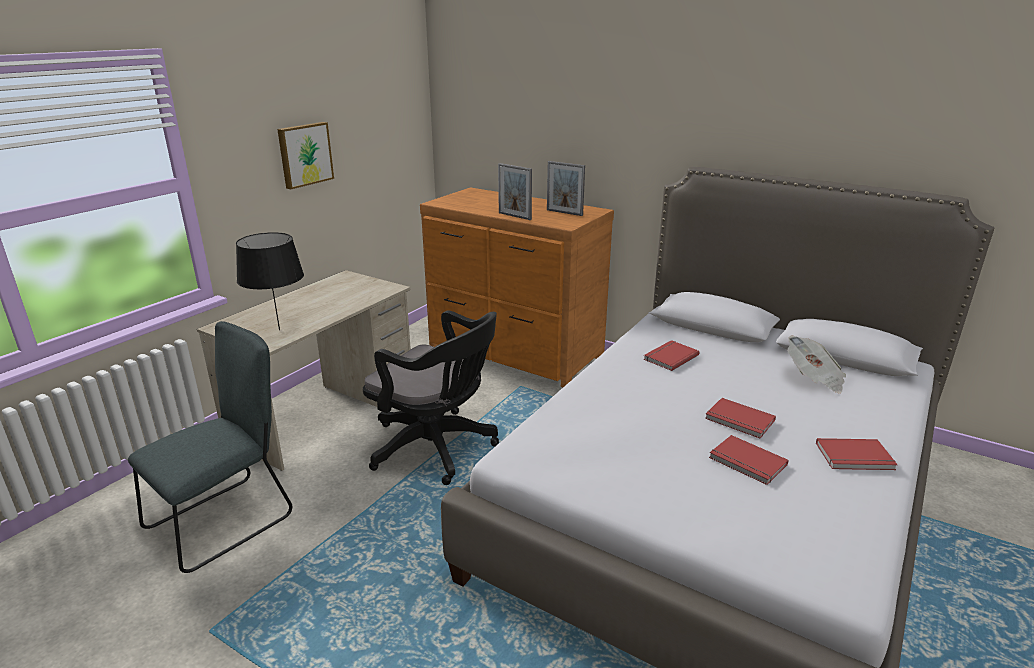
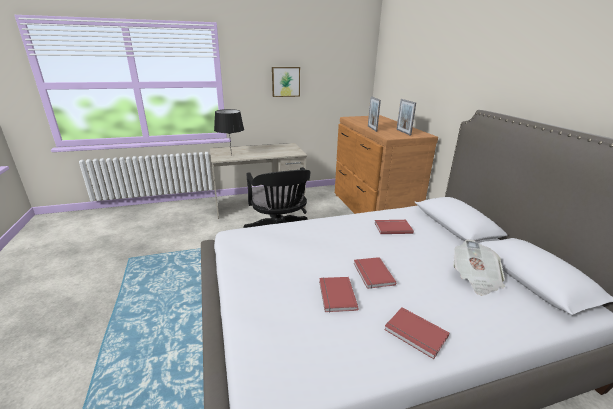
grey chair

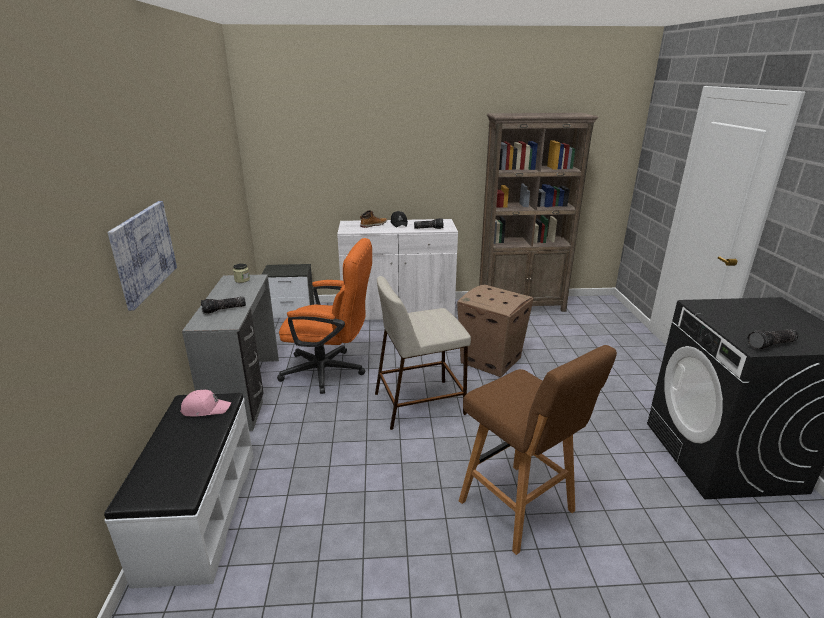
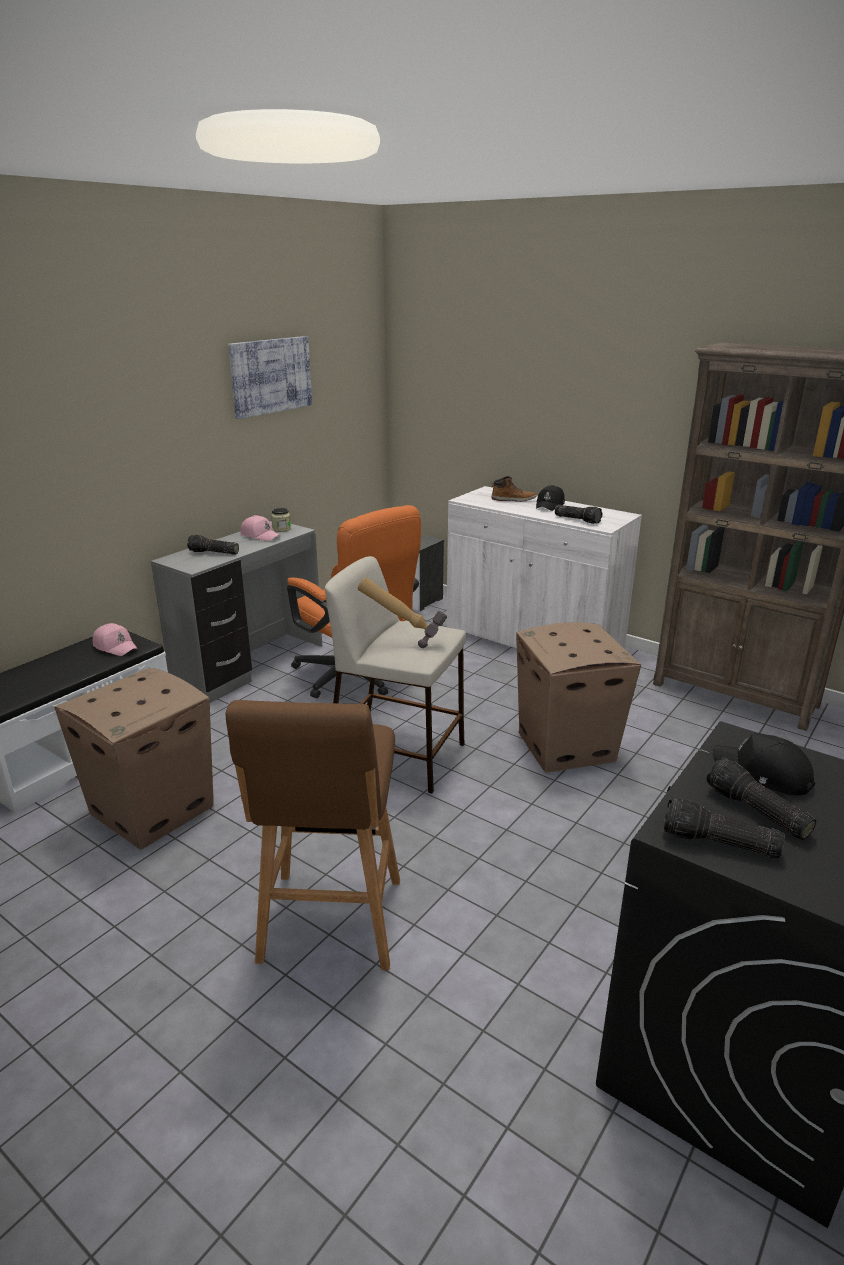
cardboard box (1st from left); pink cap (2nd from left); hammer; flashlight (4th from left); black cap (2nd from left); picture

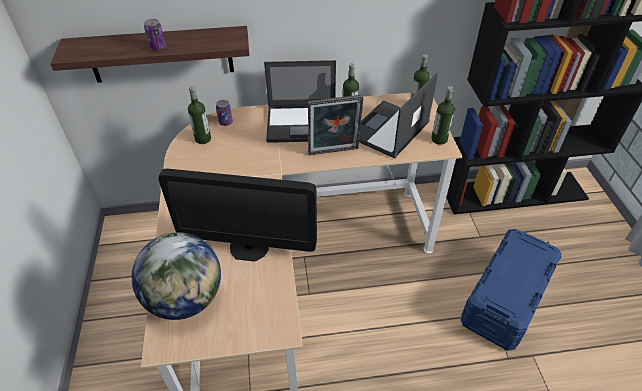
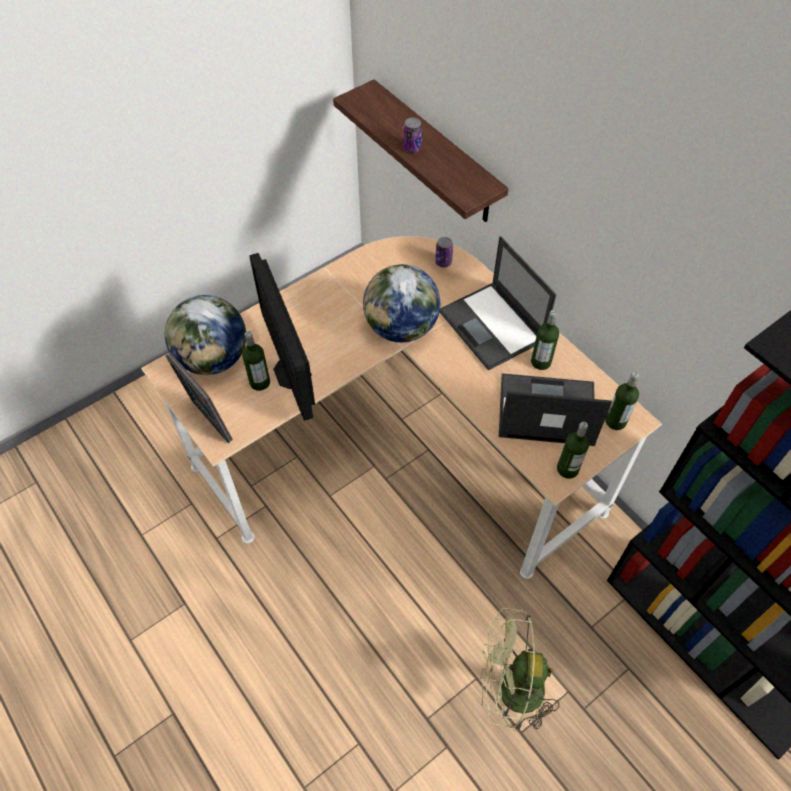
globe (2nd from left); bottle (1st from left); picture frame; green fan

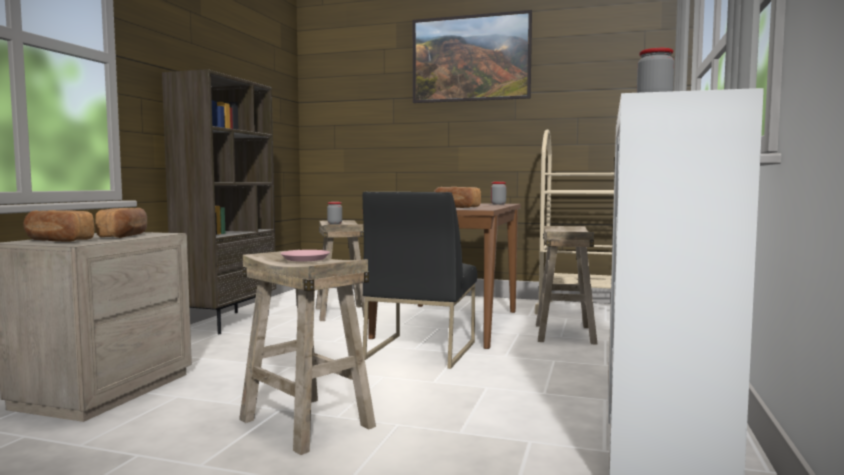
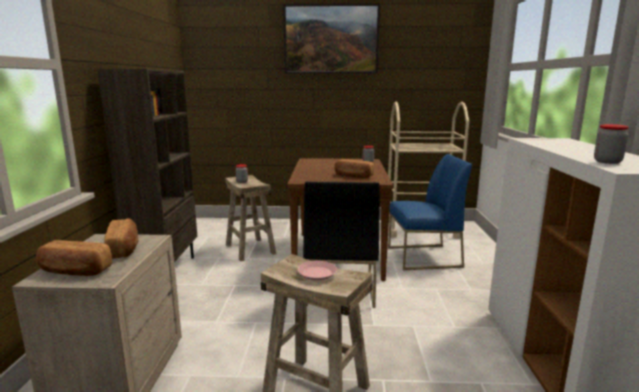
blue chair

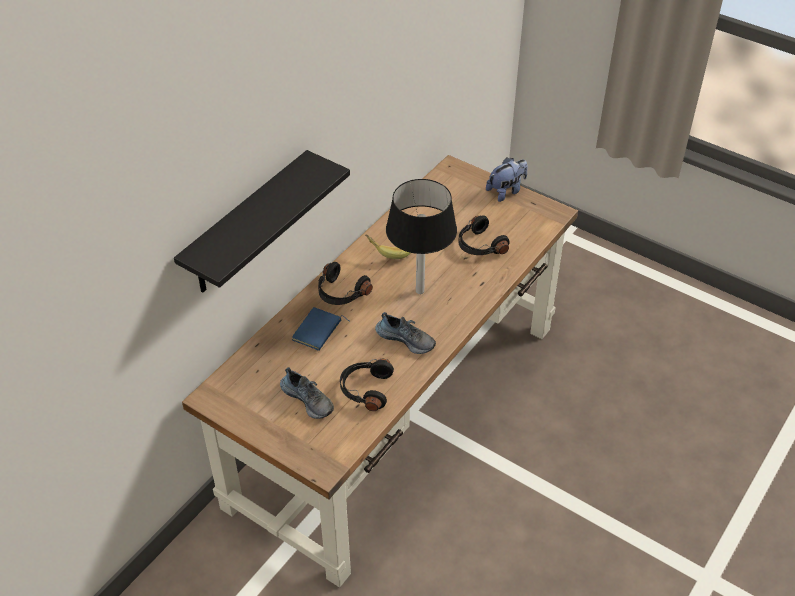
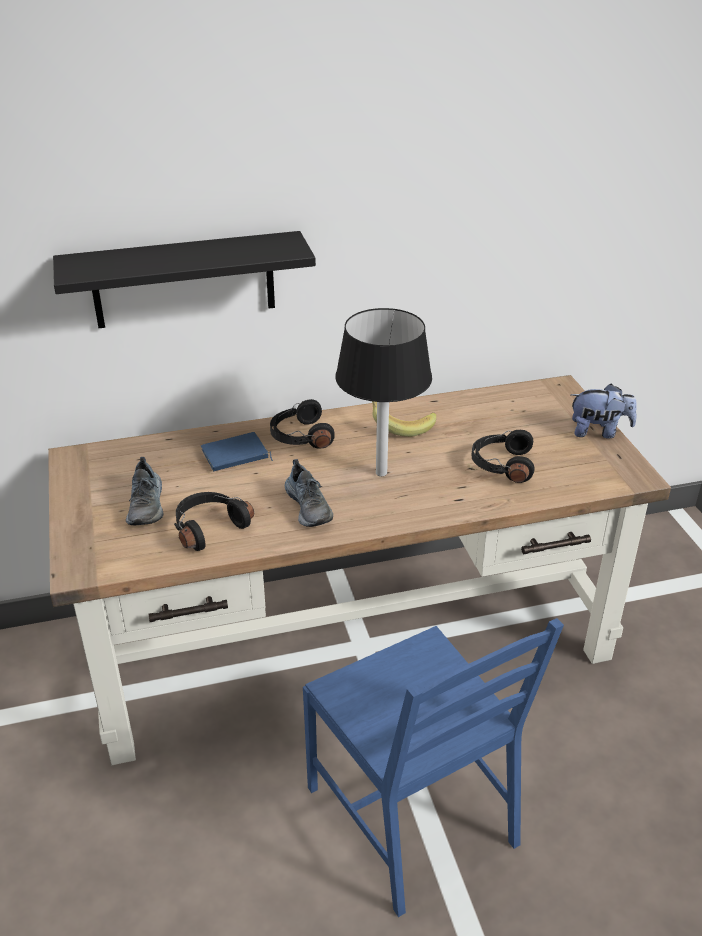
blue chair

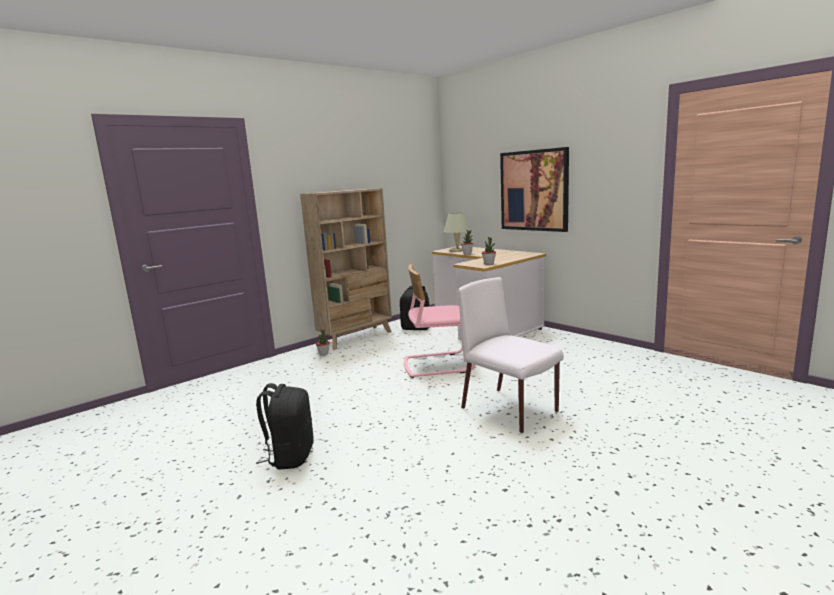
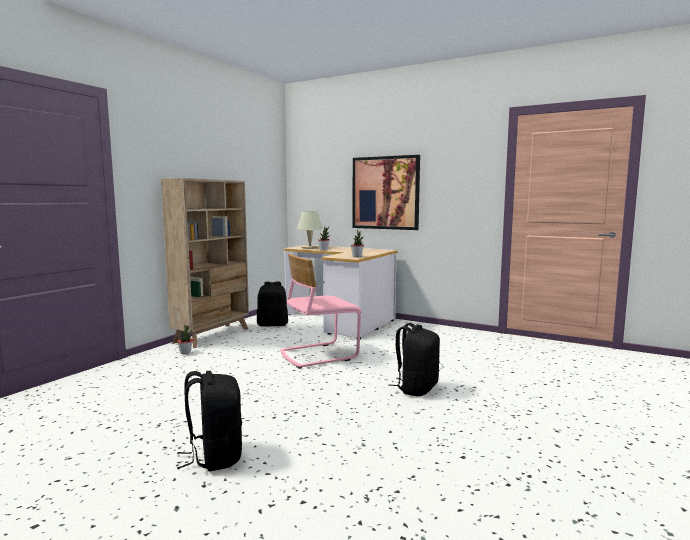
black backpack (3rd from left)

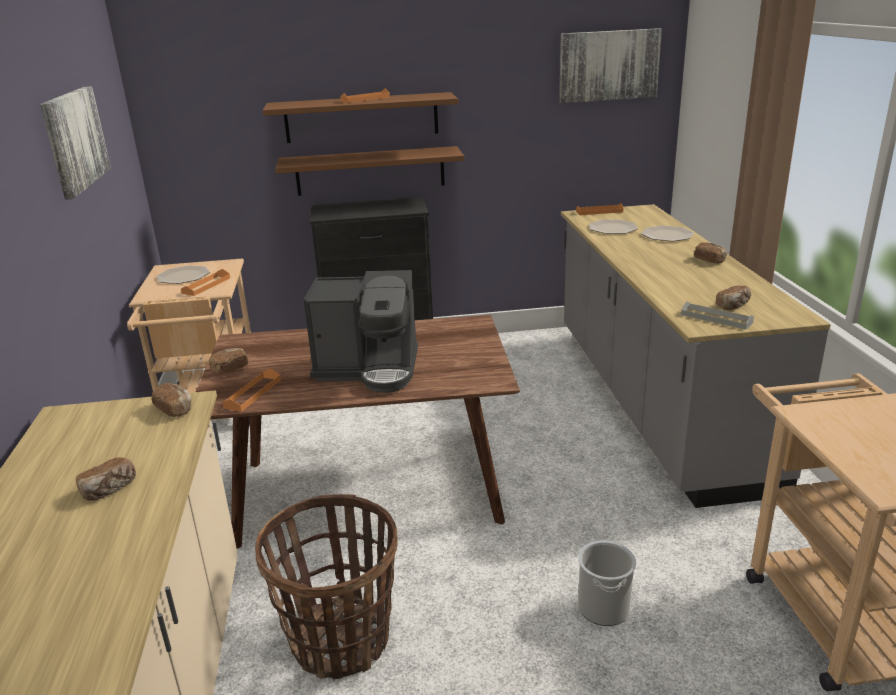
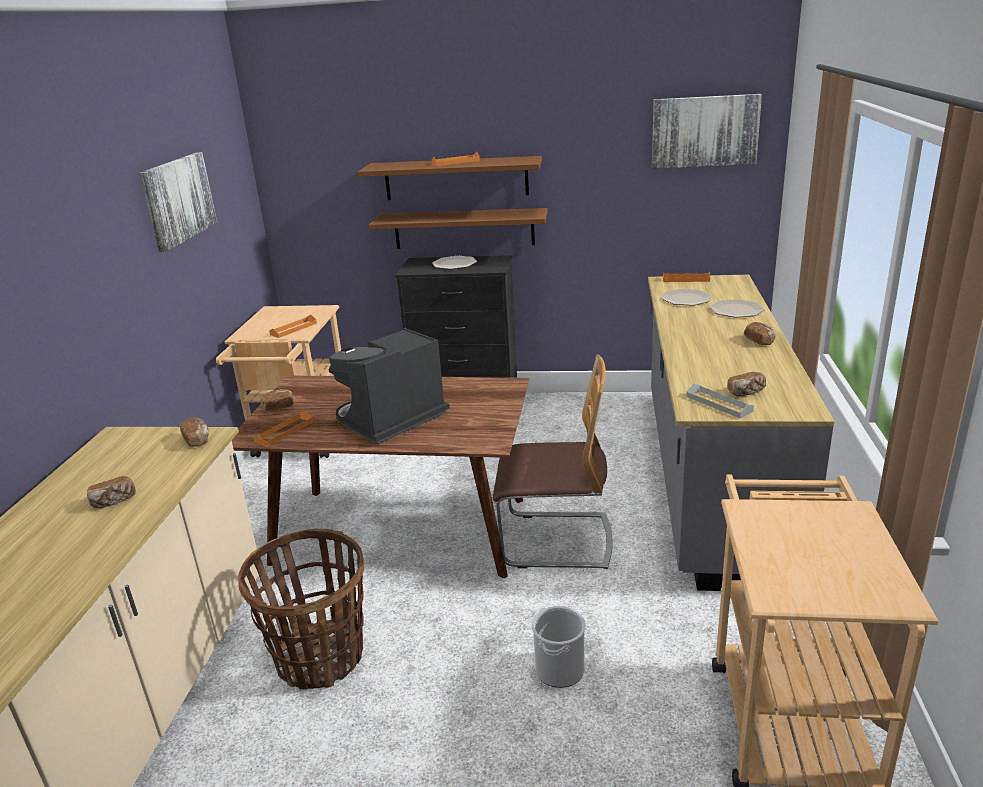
chair; plate (1st from left); coffee machine

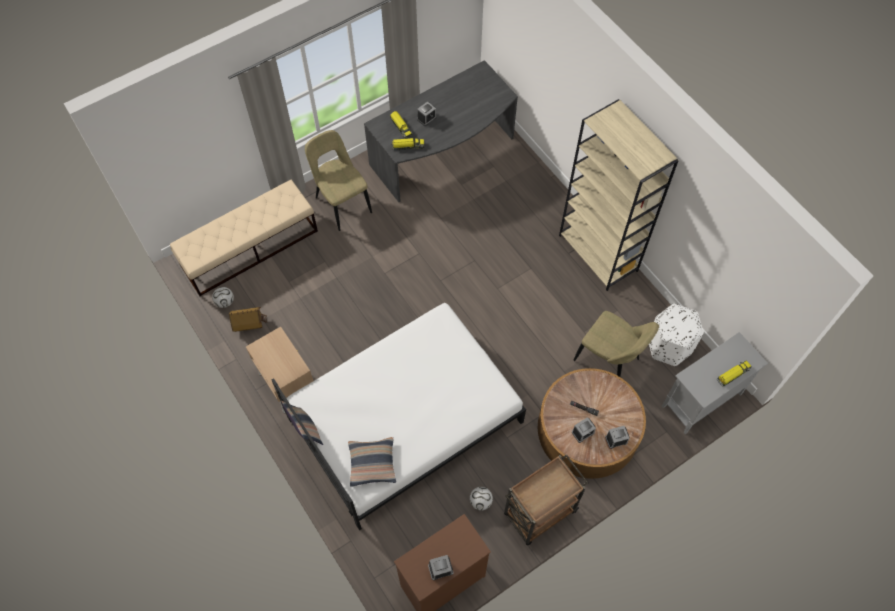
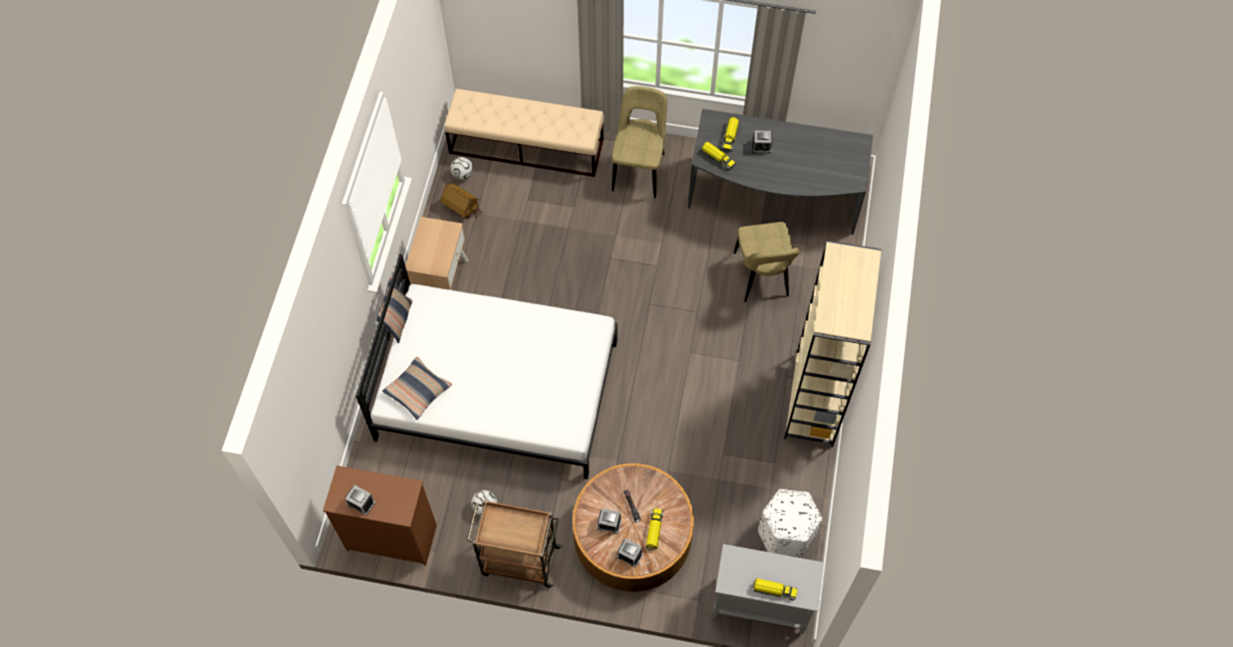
toy truck (1st from left); beige chair (2nd from left)

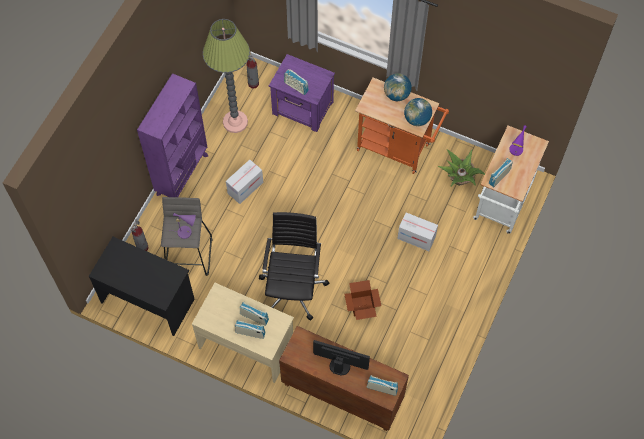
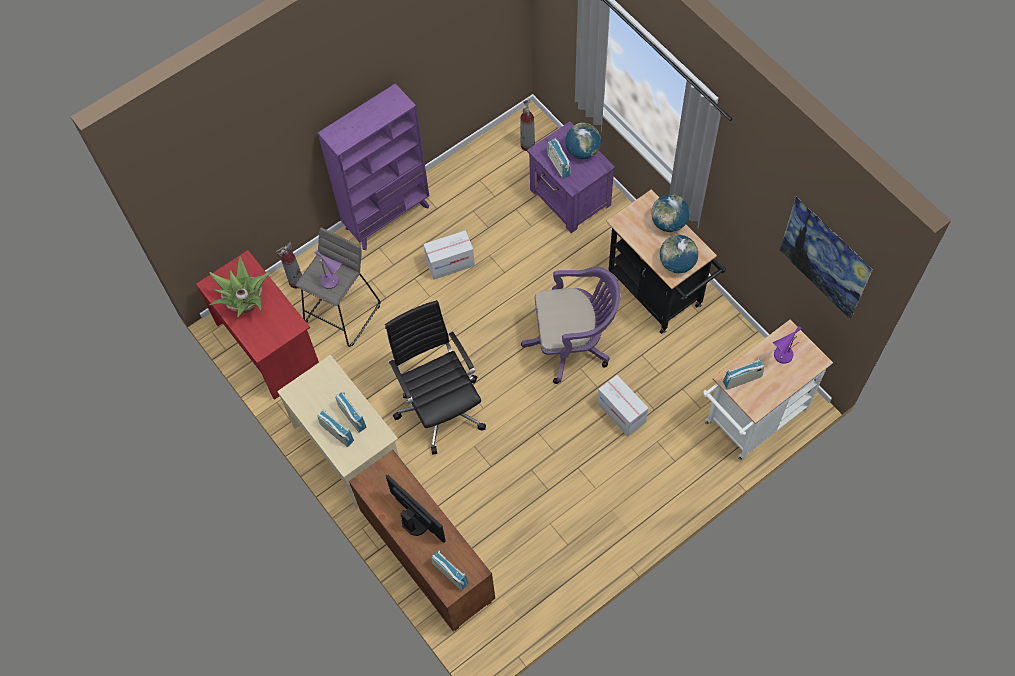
floor lamp; cardboard box (2nd from left in the first image); purple office chair; globe (1st from left); picture; potted plant; red desk; black cart; black office chair

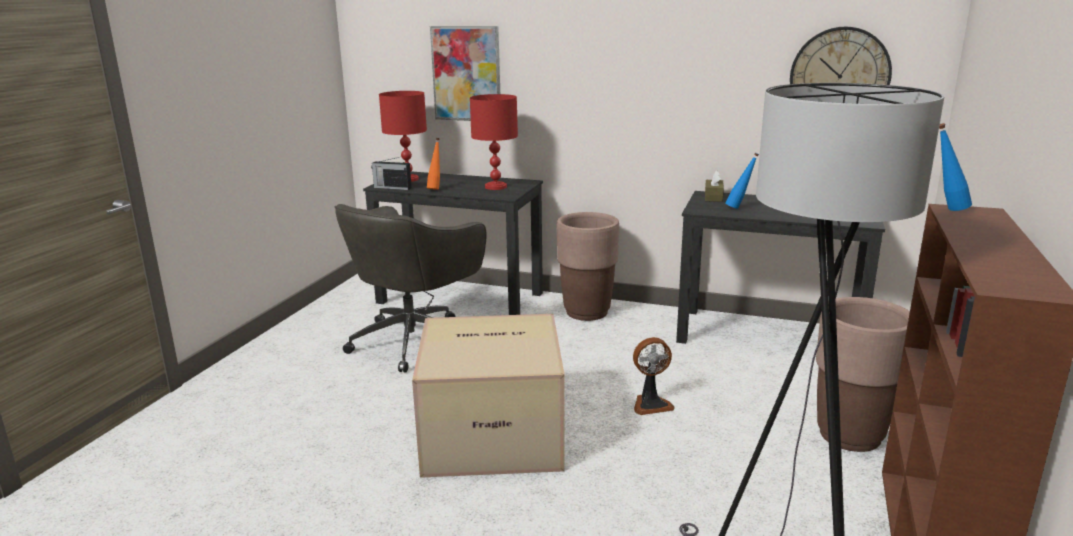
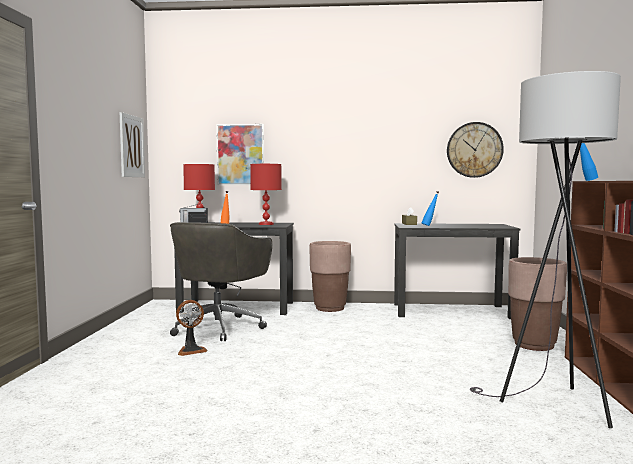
cardboard box; picture (1st from left); fan

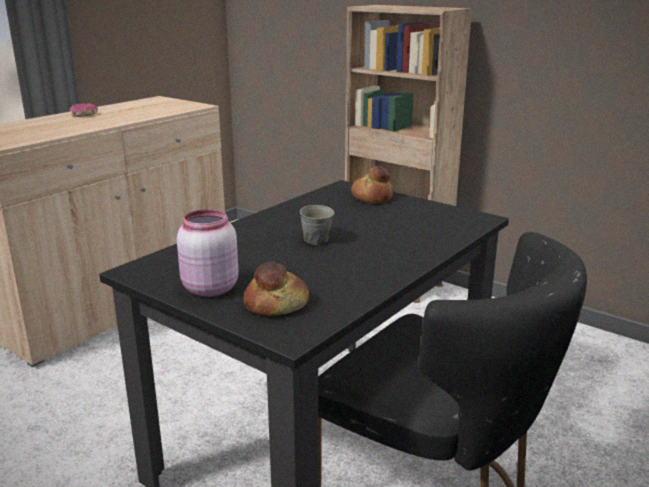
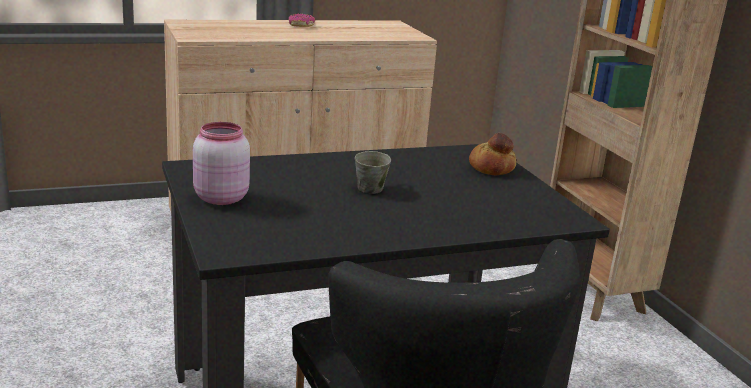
bread (1st from left in the first image)

